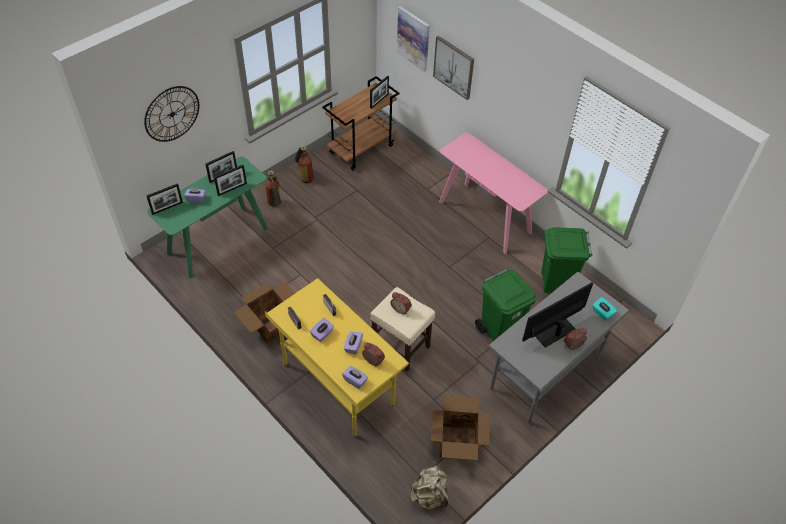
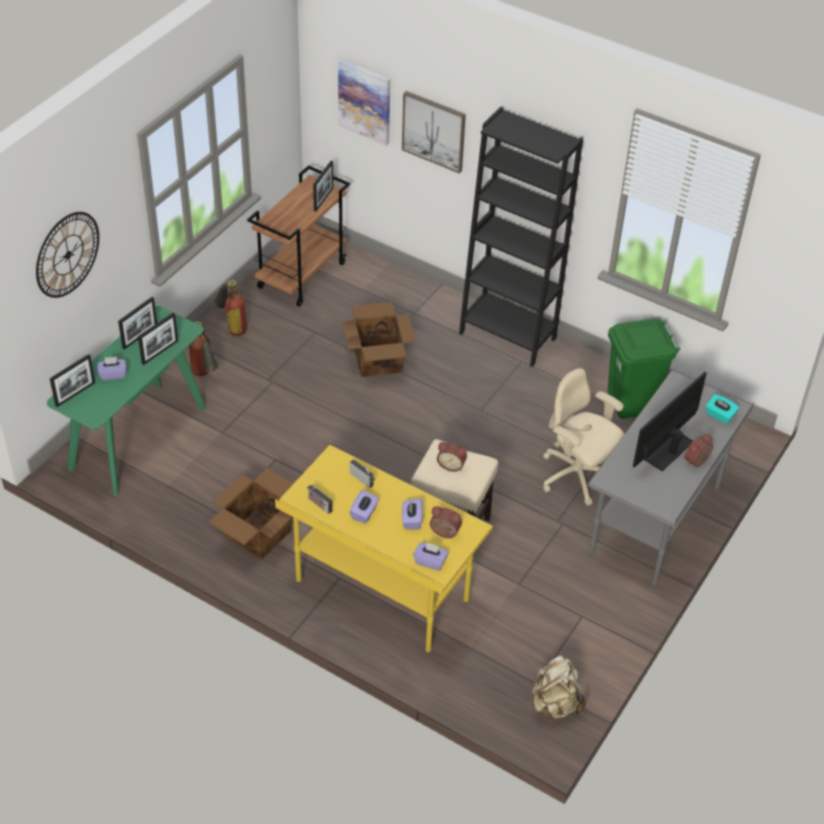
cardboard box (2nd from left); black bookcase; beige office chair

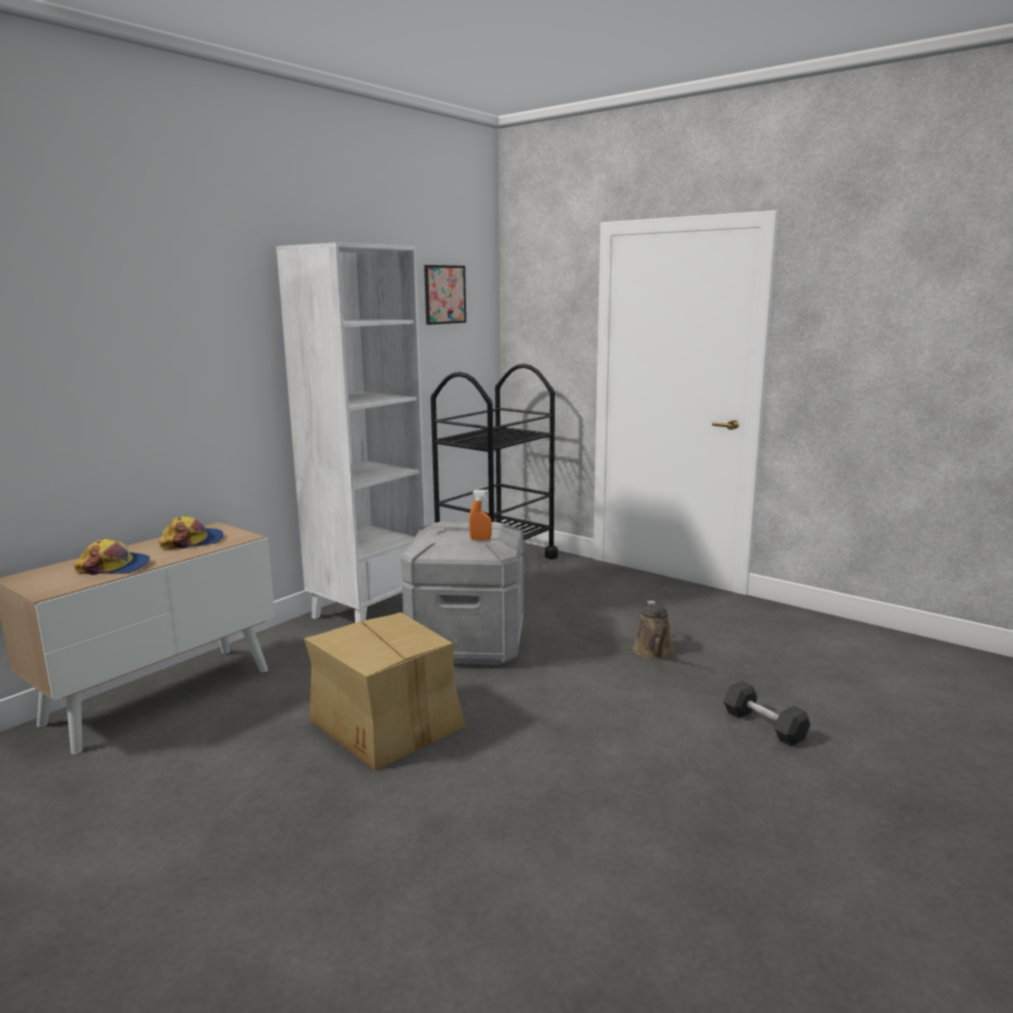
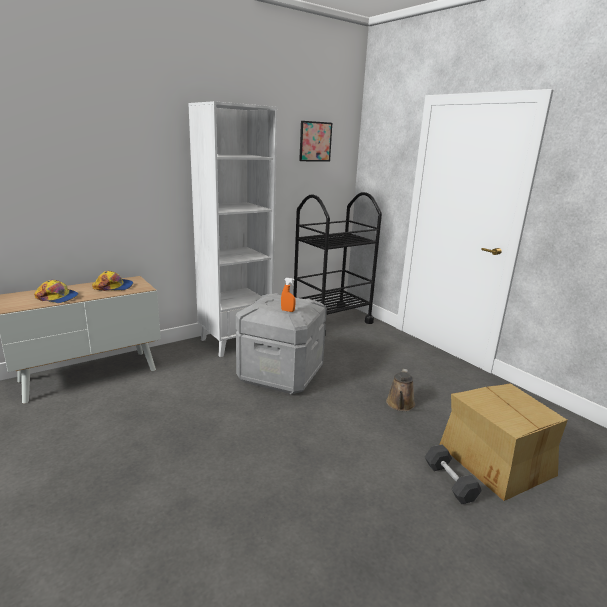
cardboard box

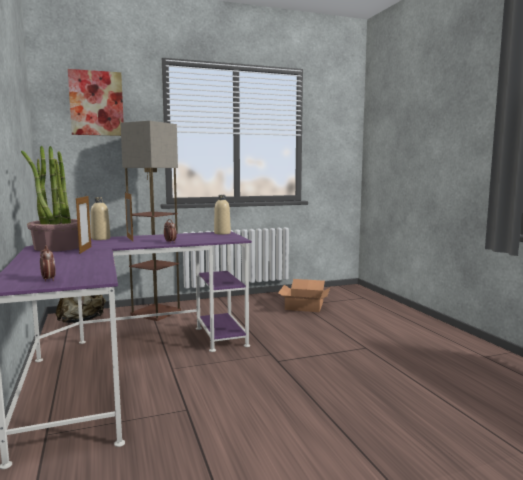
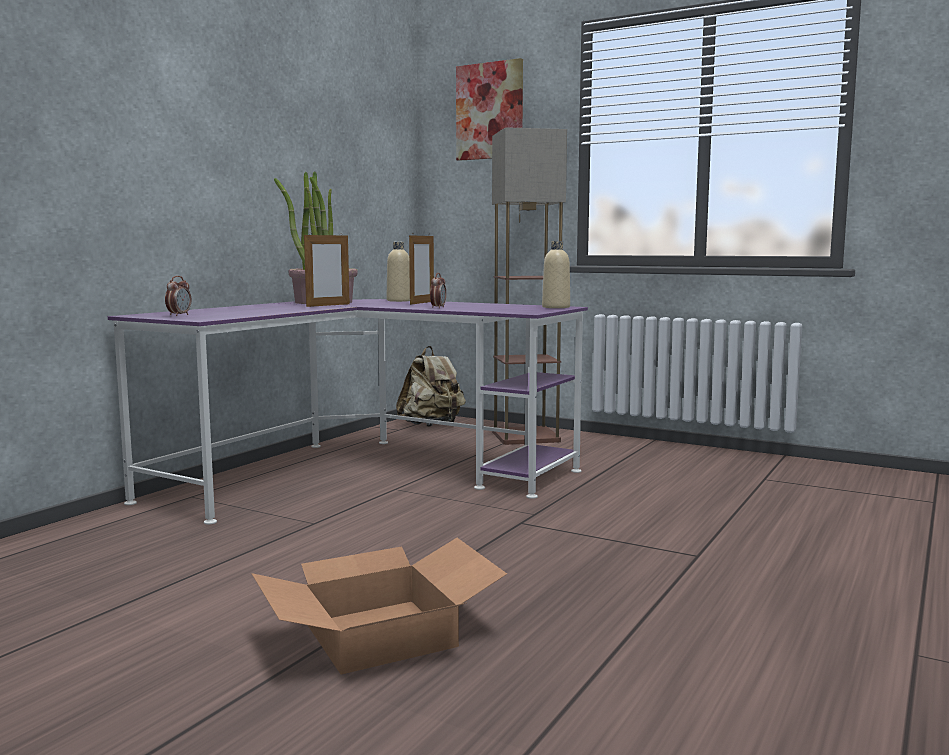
cardboard box

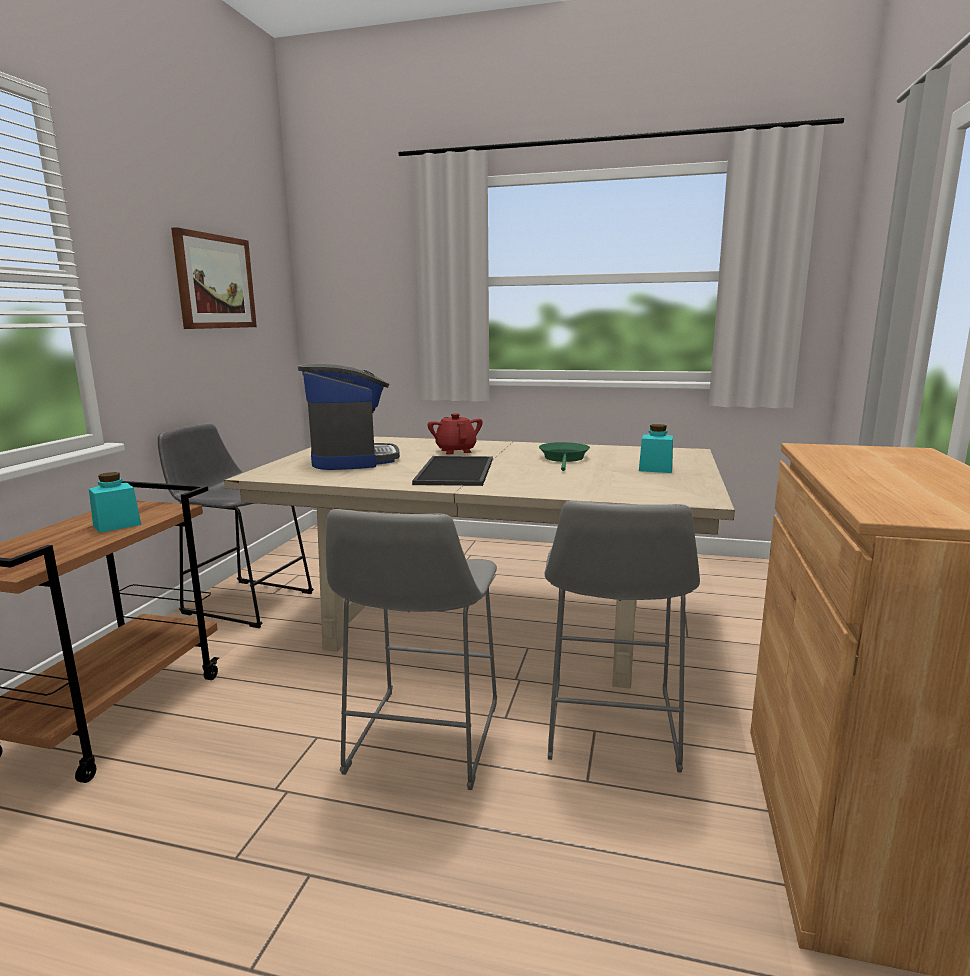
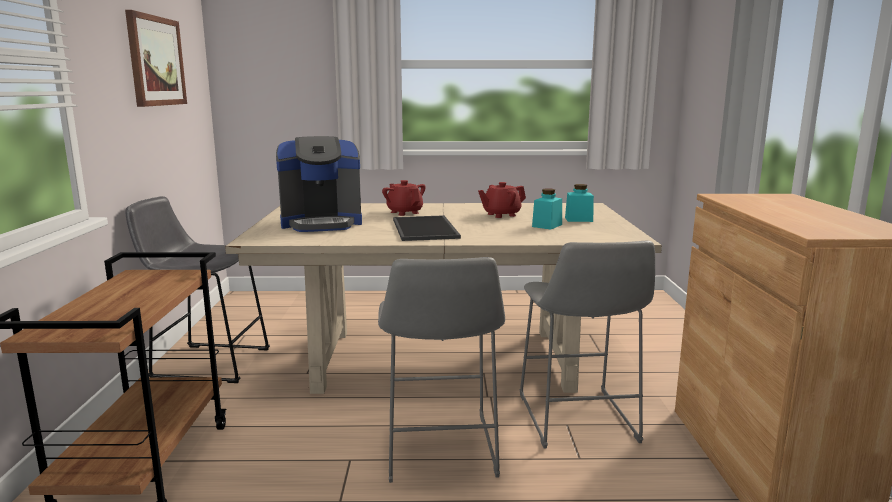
turquoise jar (1st from left); red teapot (2nd from left); coffee machine

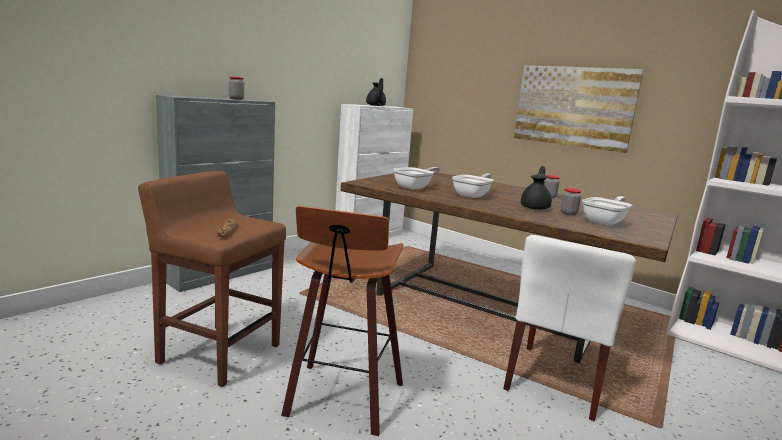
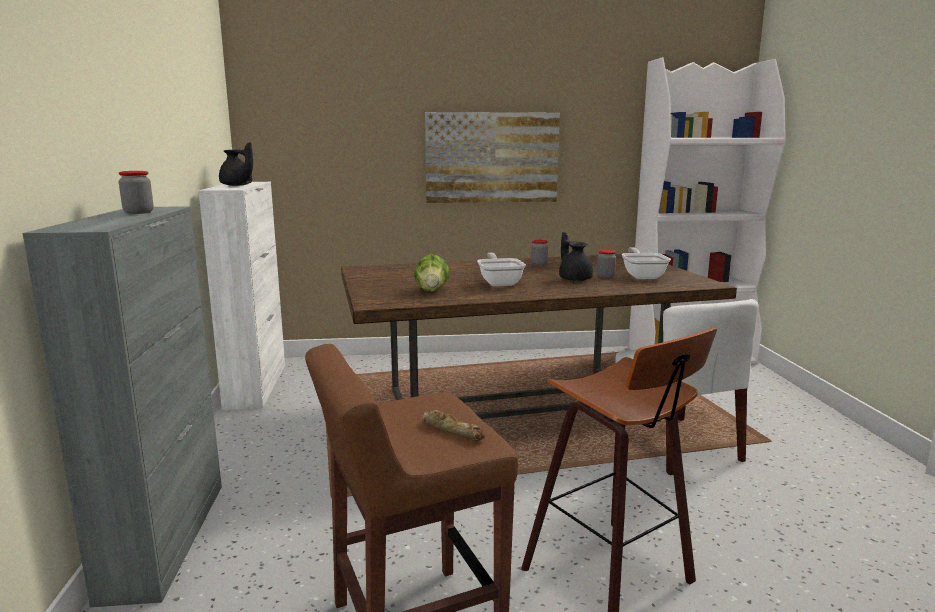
lettuce

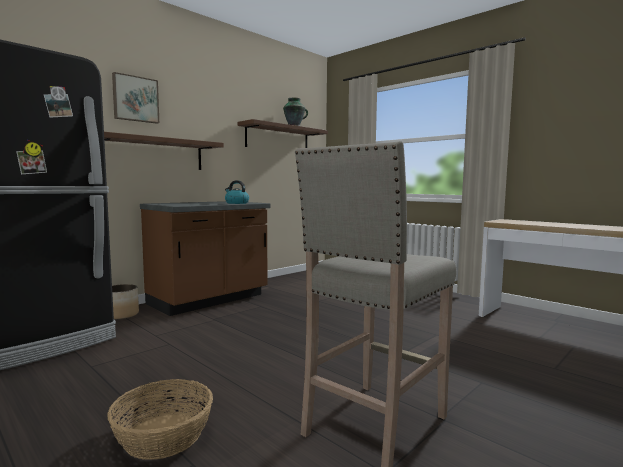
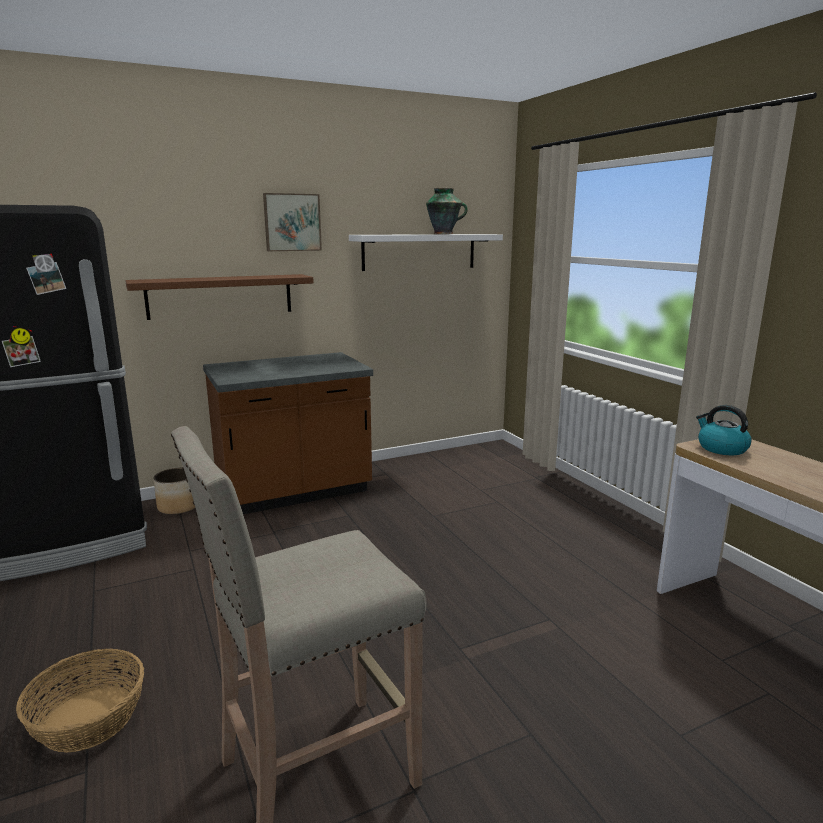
picture; kettle; white shelf

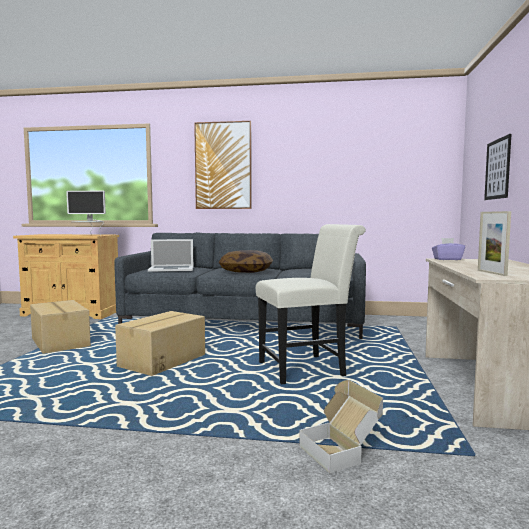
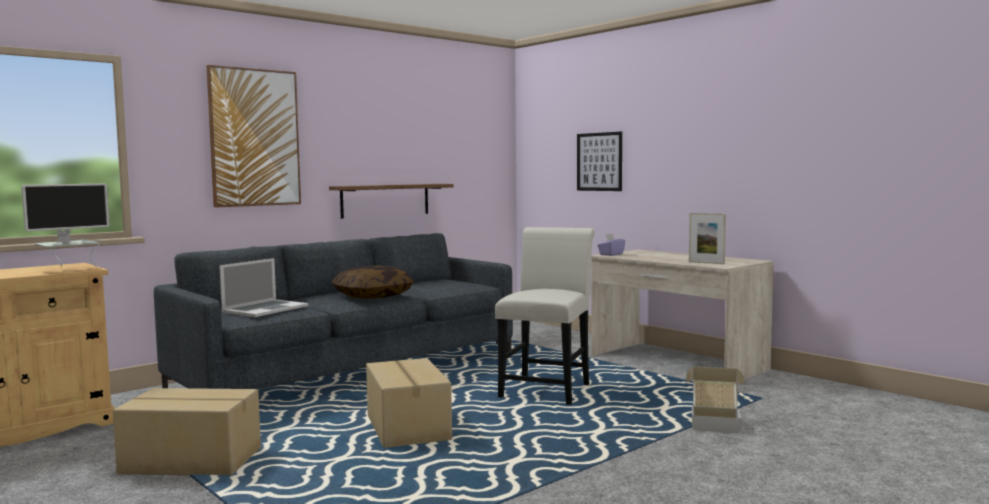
shelf

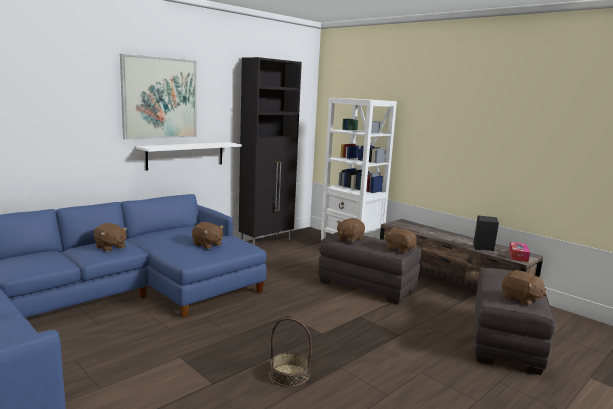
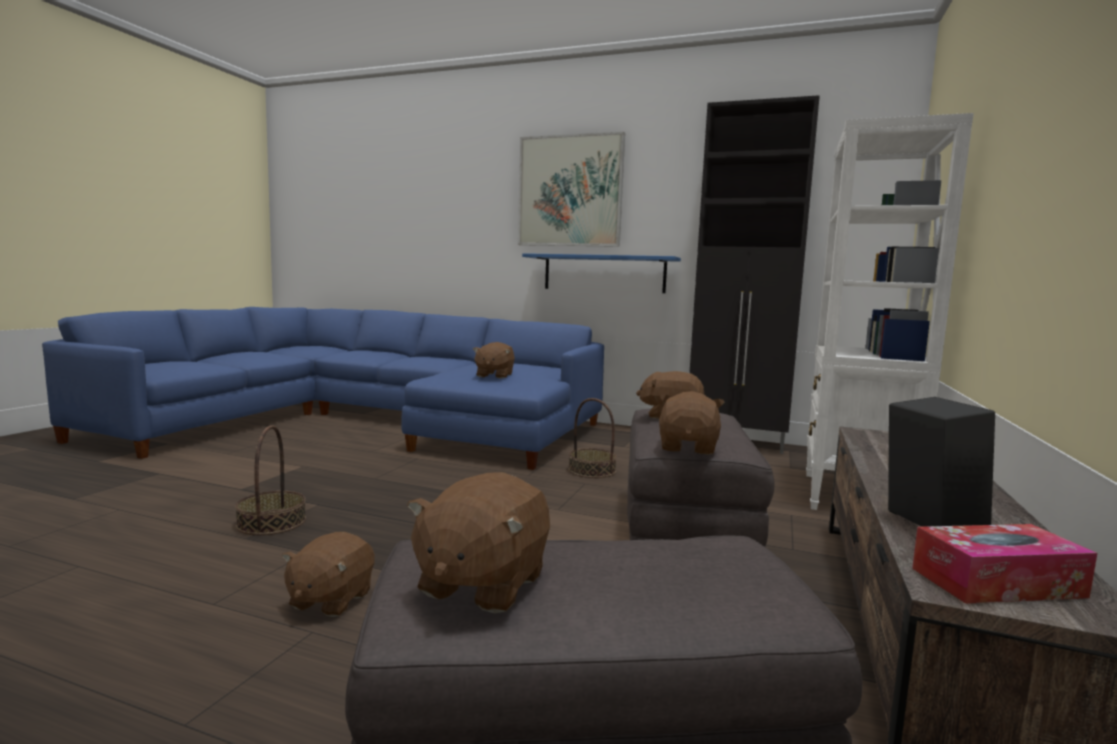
basket (2nd from left); brown plush toy (1st from left); blue shelf

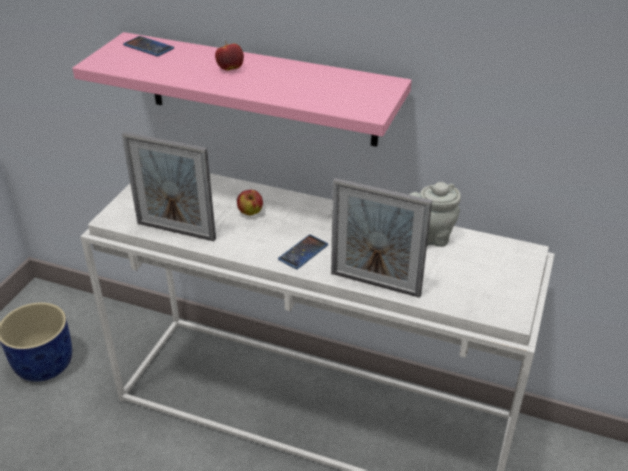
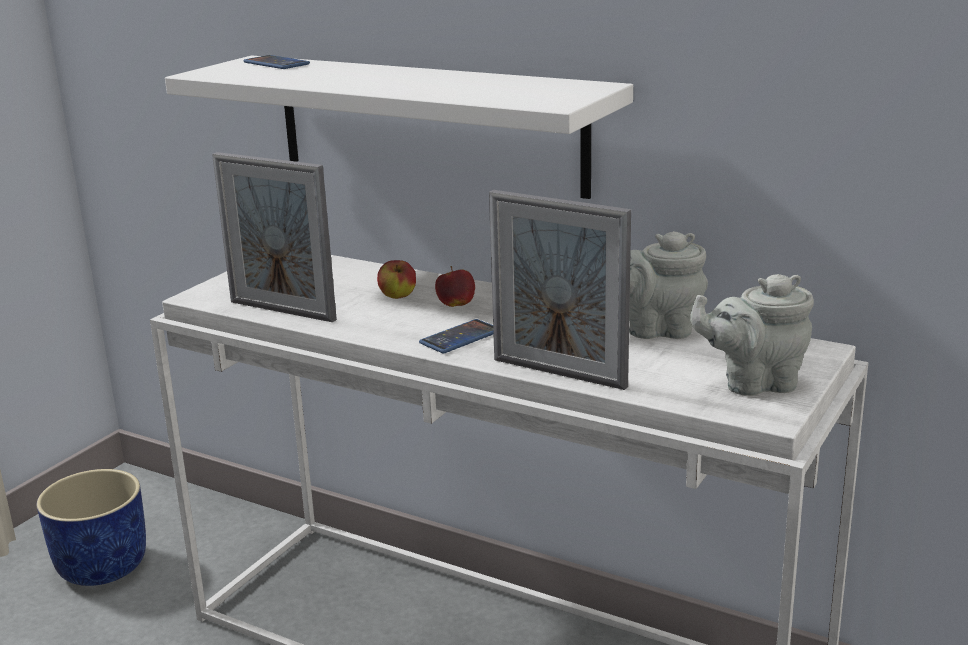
grey teapot (2nd from left); apple (2nd from left); white shelf

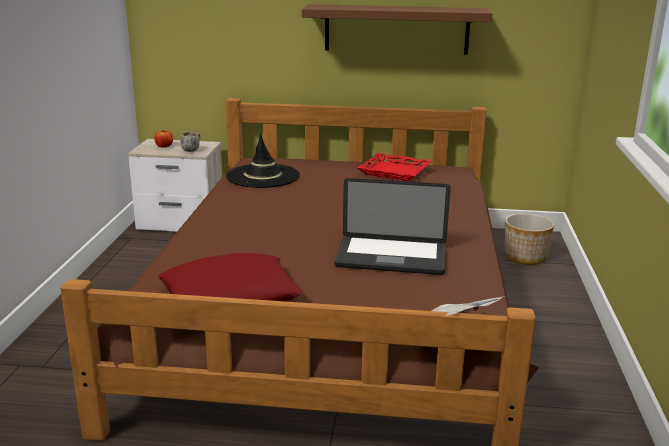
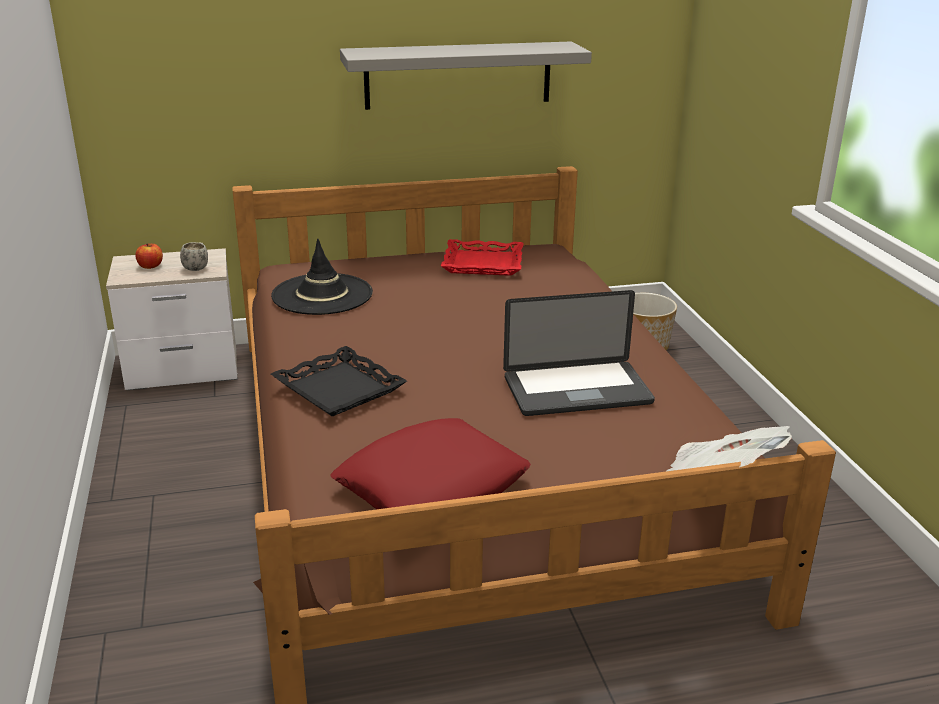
black tray; grey shelf

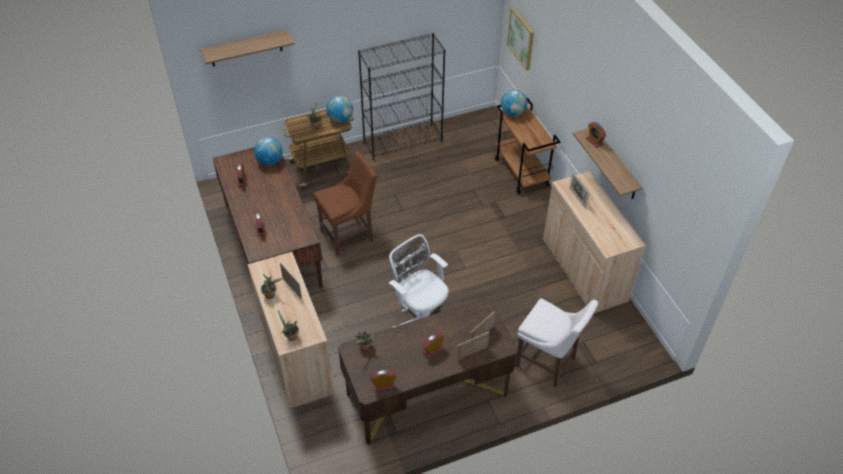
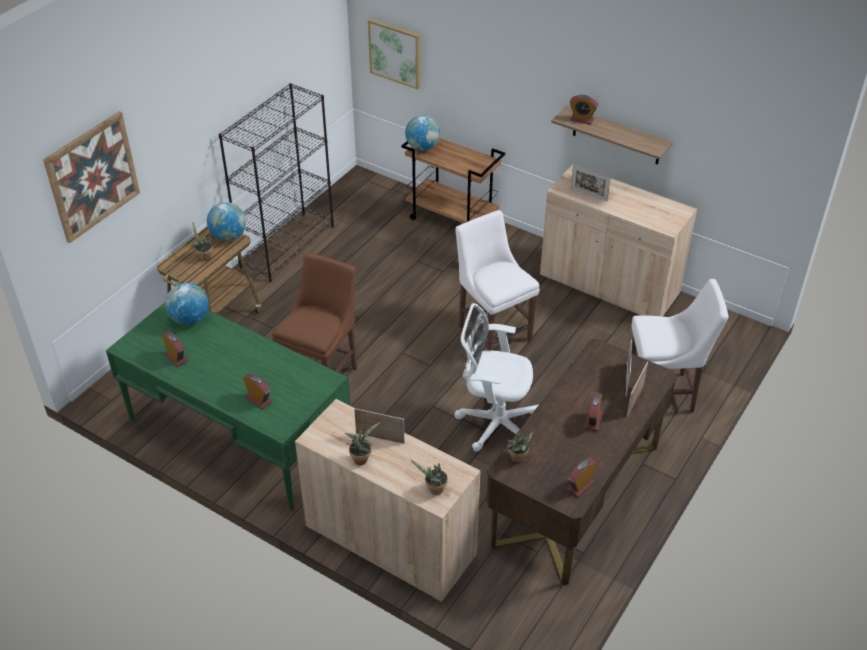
white chair (1st from left); picture (1st from left); green desk

